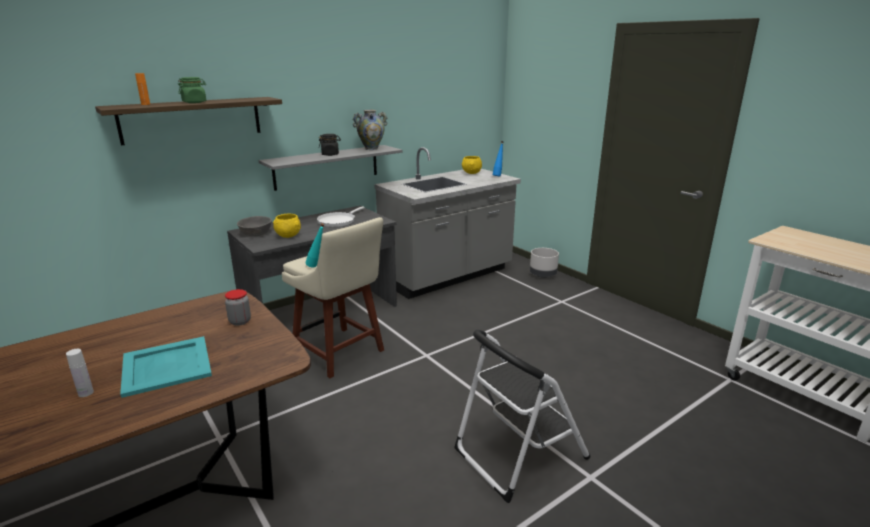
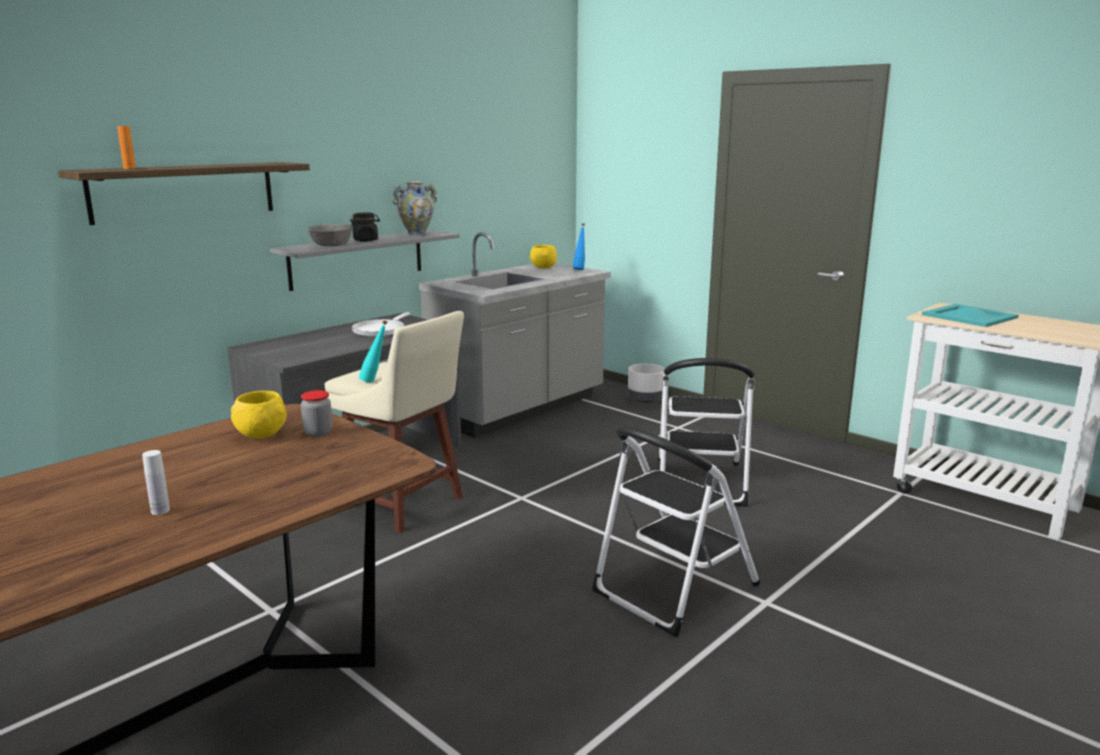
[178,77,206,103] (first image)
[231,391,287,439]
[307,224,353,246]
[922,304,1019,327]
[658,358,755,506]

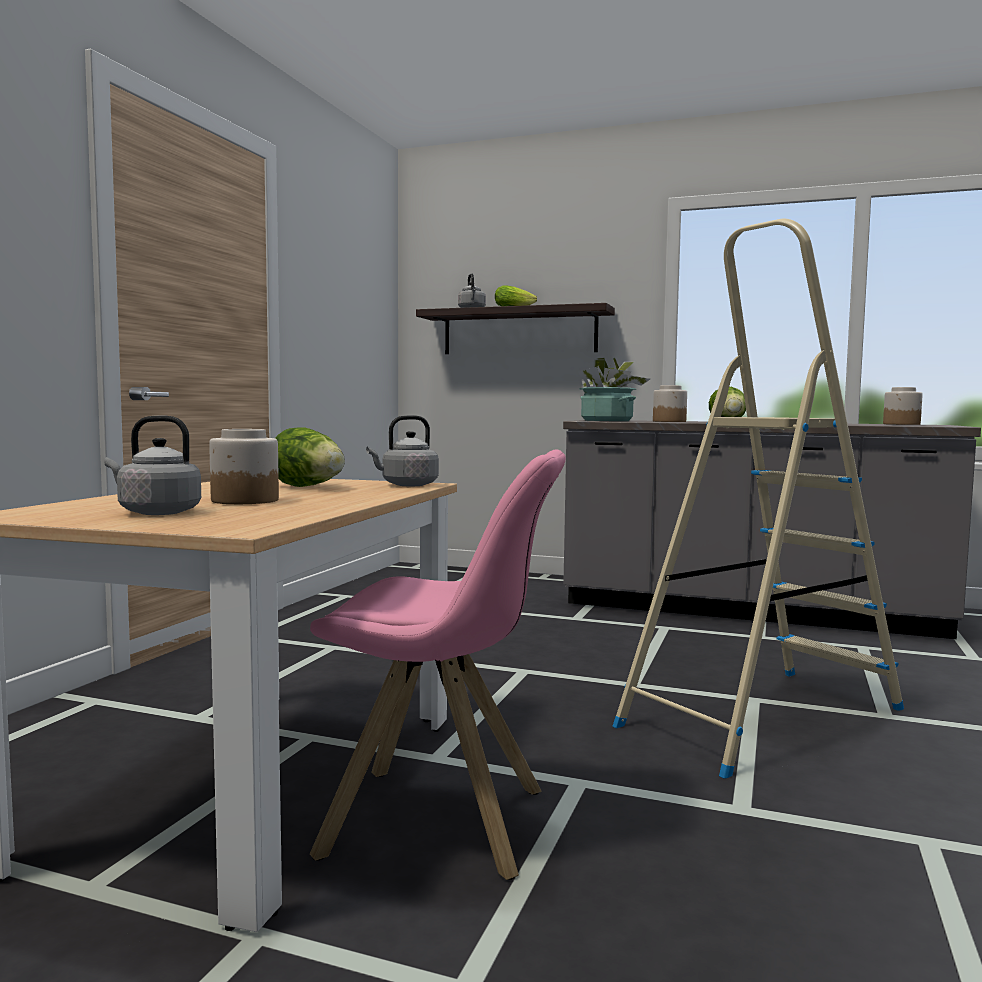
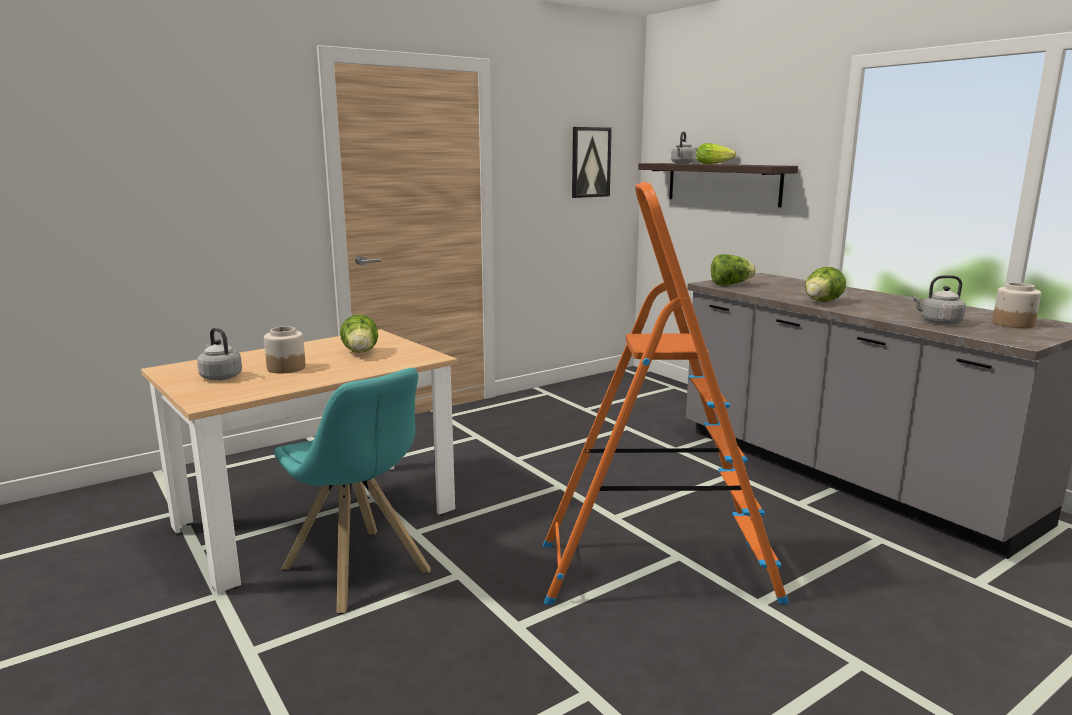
[543,182,789,605]
[711,254,756,285]
[653,385,687,422] (first image)
[911,275,966,325]
[274,368,431,614]
[572,127,612,198]

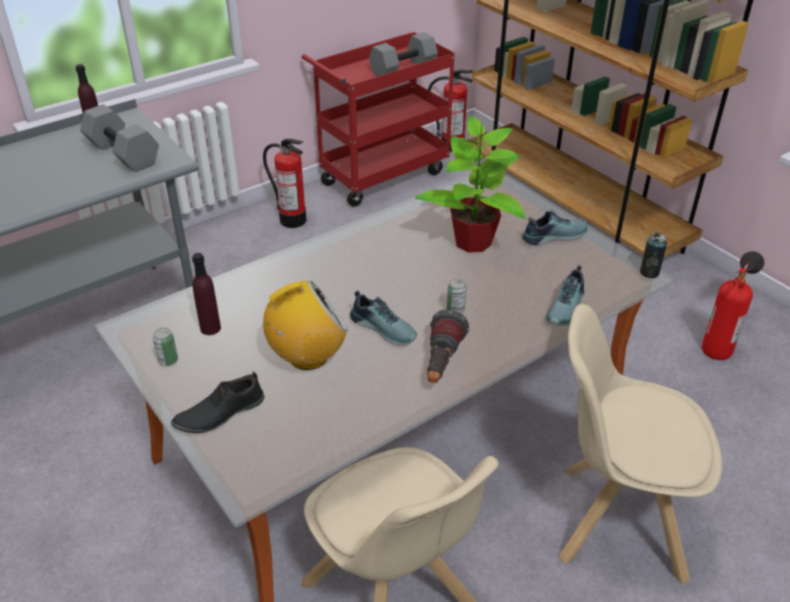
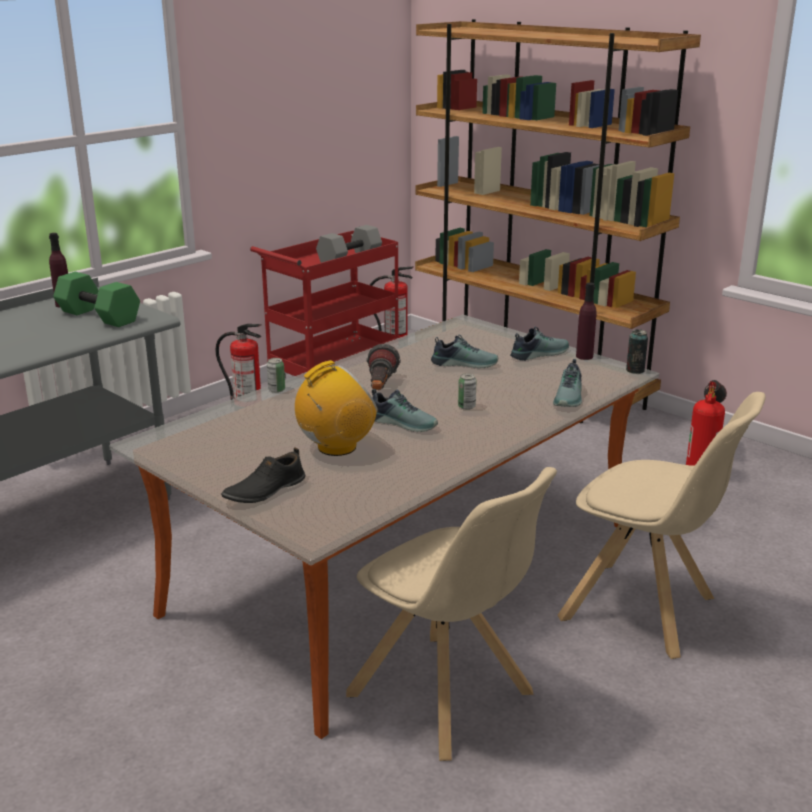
[53,272,140,327]
[431,334,498,369]
[576,283,597,360]
[557,392,766,659]
[366,344,401,390]
[267,358,285,393]

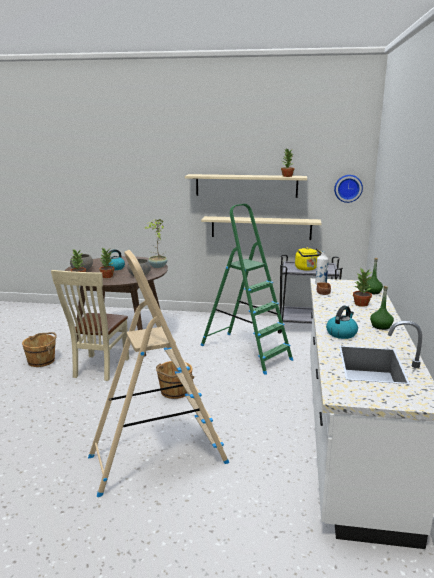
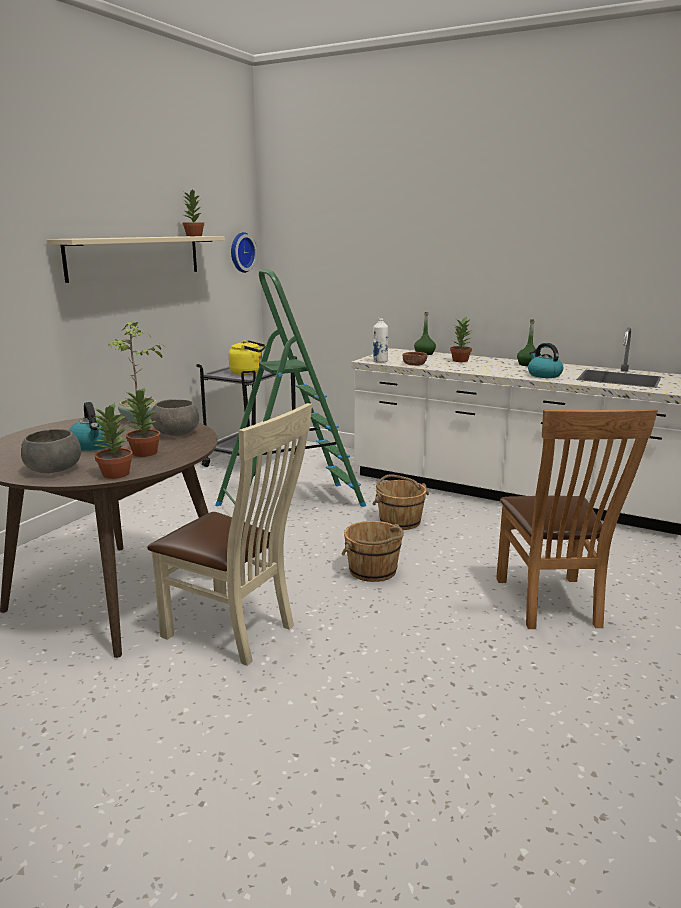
[201,216,322,240] (first image)
[496,409,658,629]
[373,474,429,530]

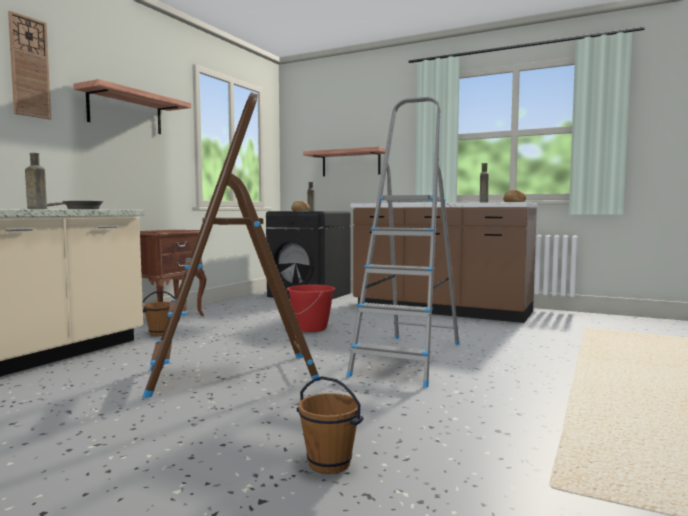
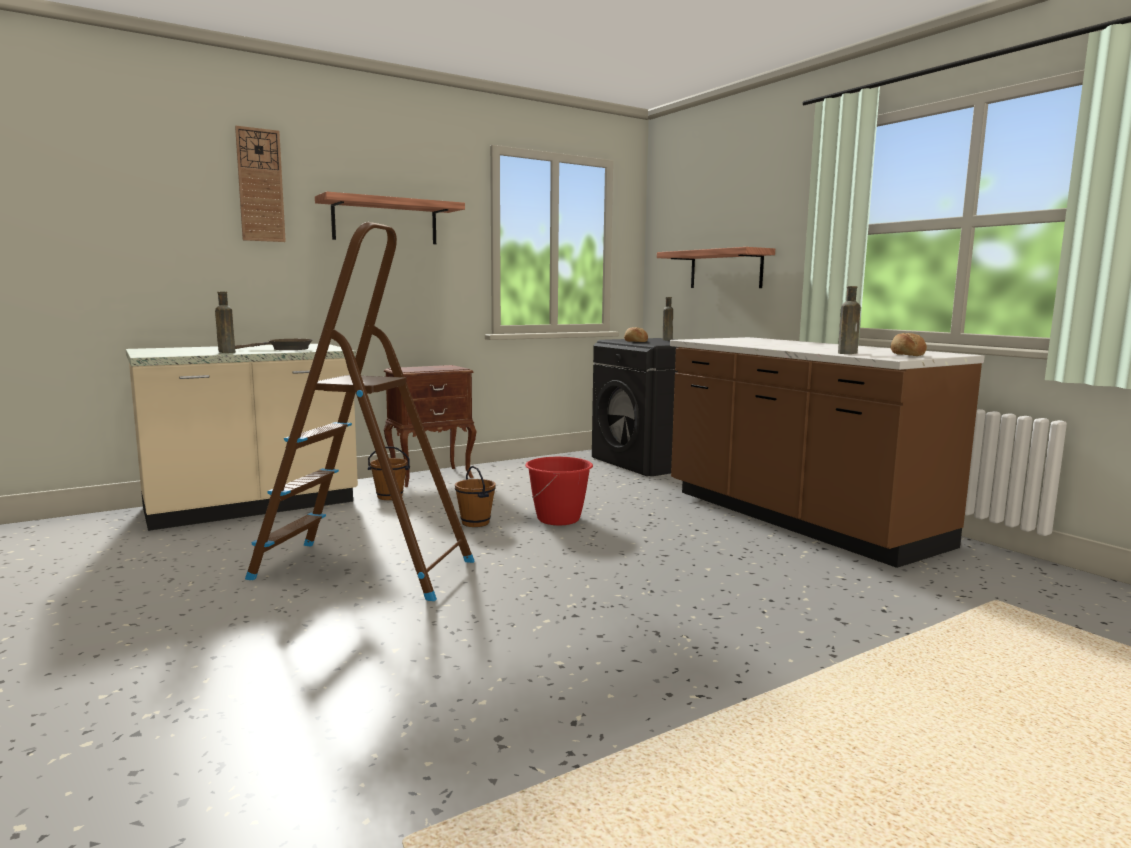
[347,97,459,388] (first image)
[455,466,496,527]

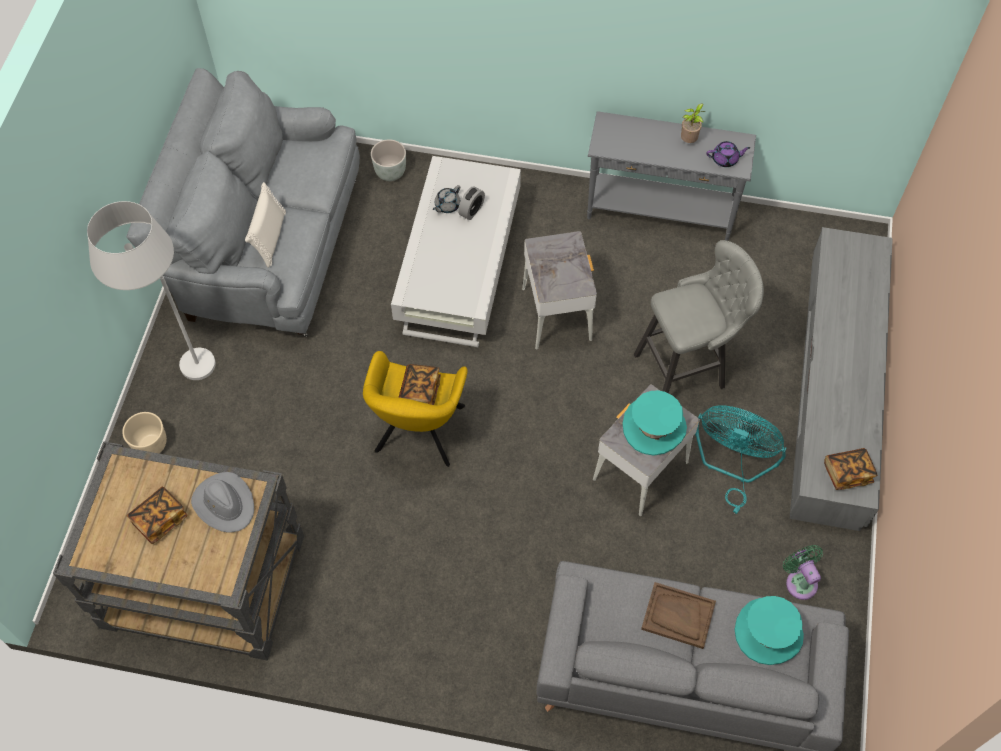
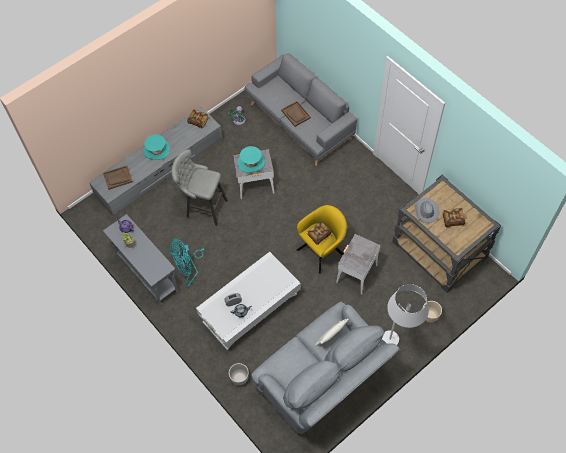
[336,234,380,295]
[169,238,205,287]
[144,134,170,160]
[103,166,133,190]

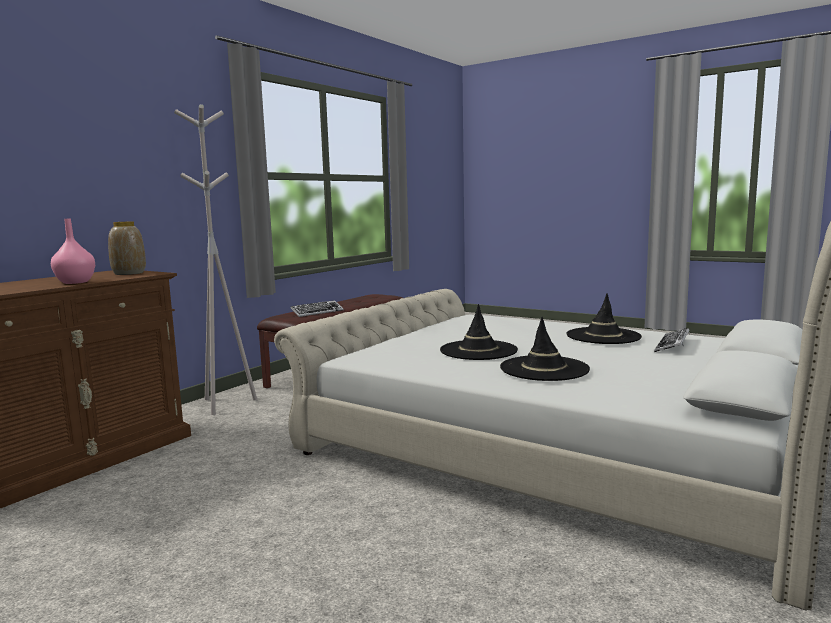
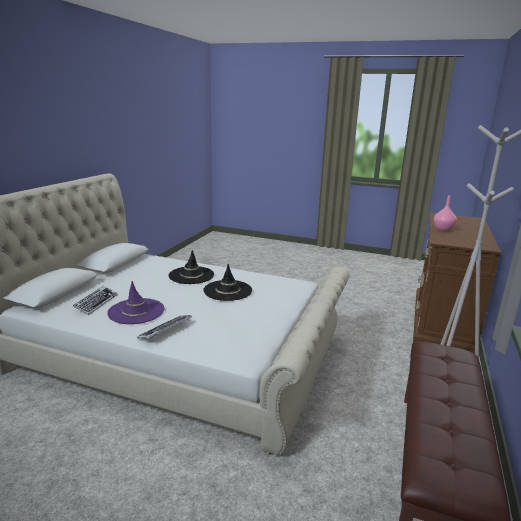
[108,221,146,275] (first image)
[107,281,164,324]
[137,315,192,339]

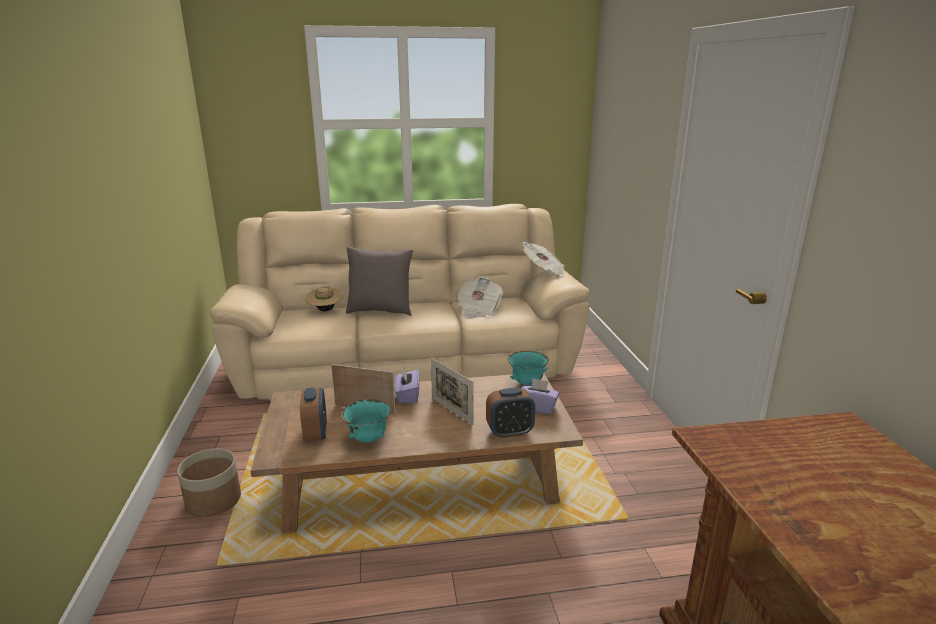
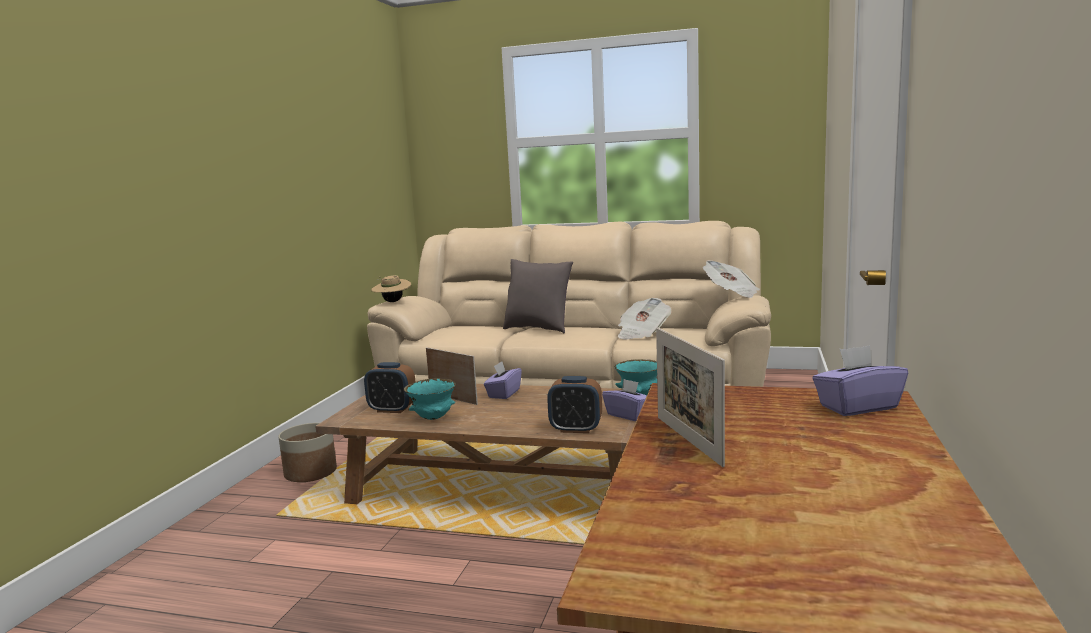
[371,275,411,302]
[656,327,725,467]
[364,362,415,413]
[812,345,908,416]

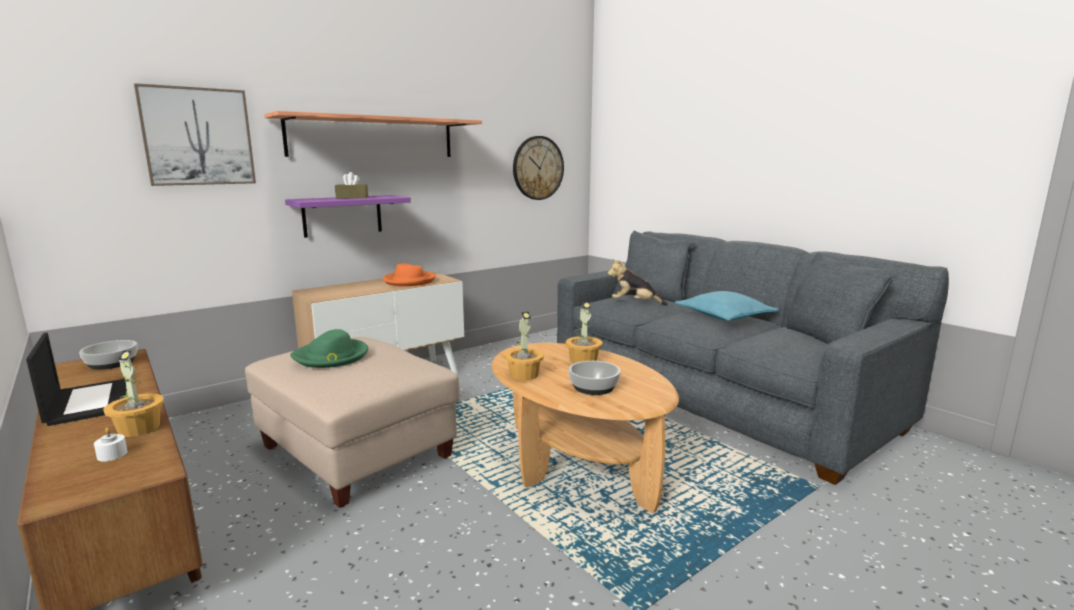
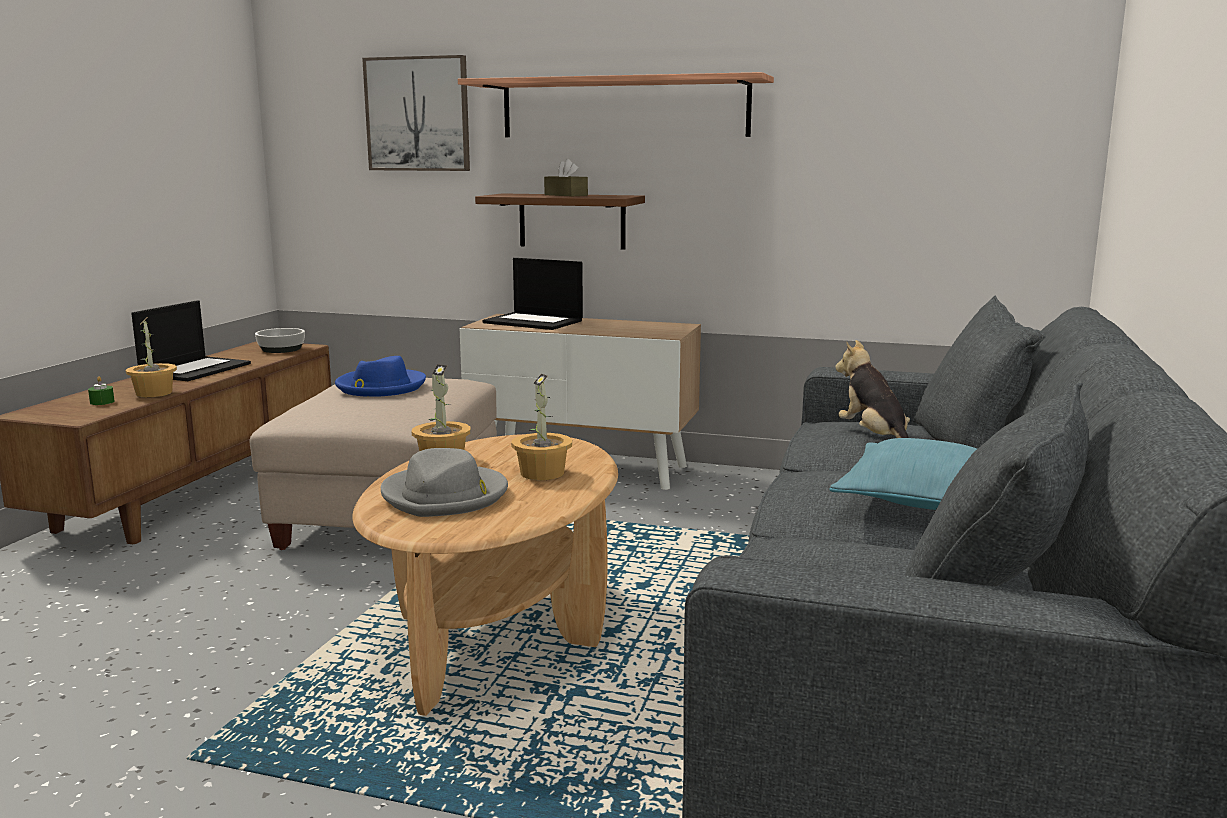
[513,136,564,200] (first image)
[475,193,645,249]
[382,263,436,286] (first image)
[335,356,426,397]
[381,448,508,517]
[88,376,115,405]
[482,258,583,330]

